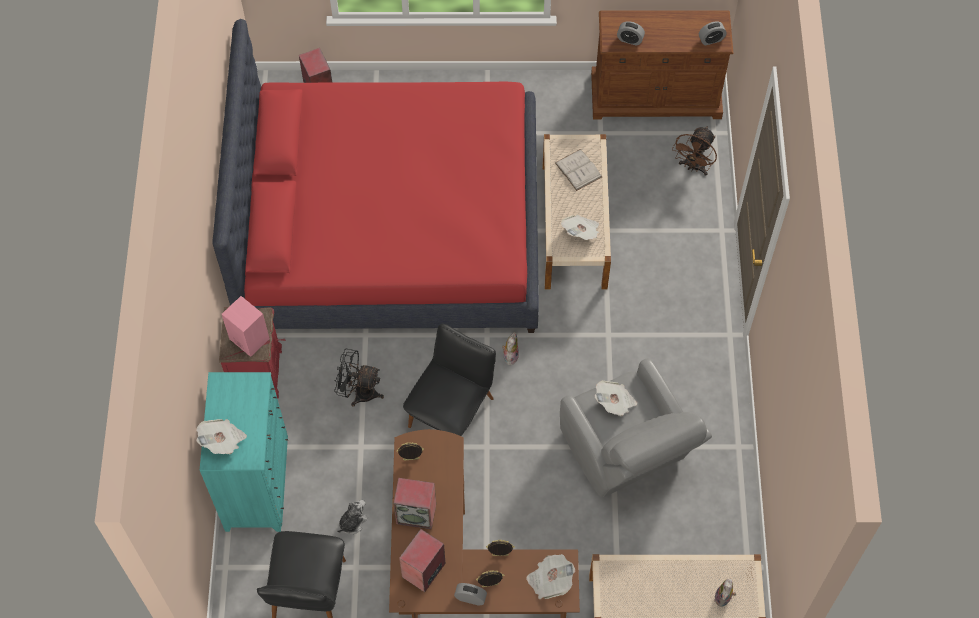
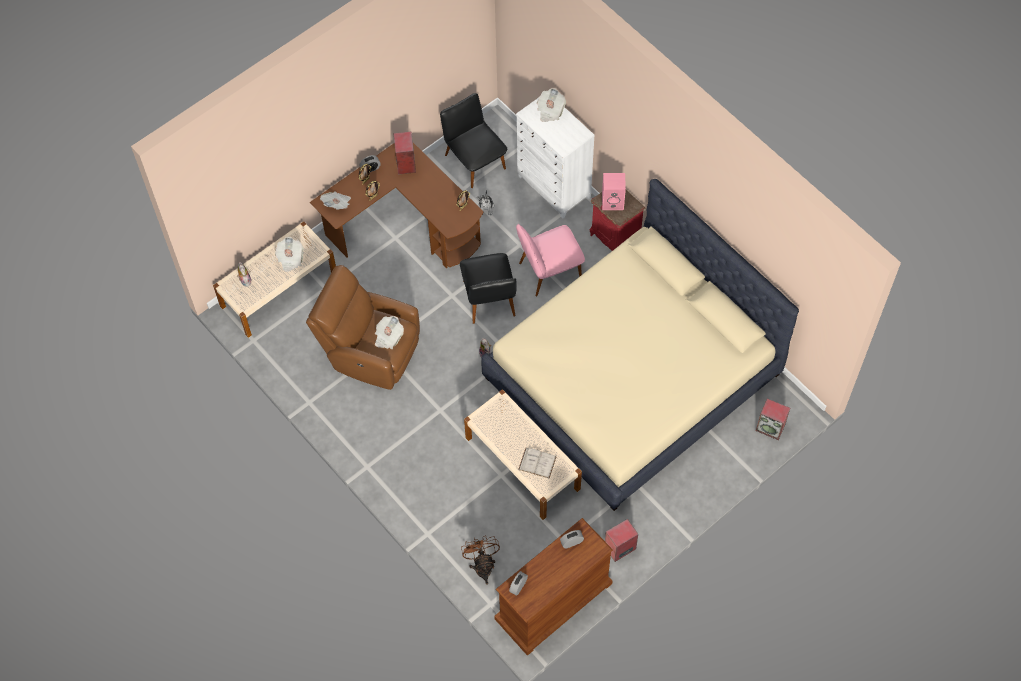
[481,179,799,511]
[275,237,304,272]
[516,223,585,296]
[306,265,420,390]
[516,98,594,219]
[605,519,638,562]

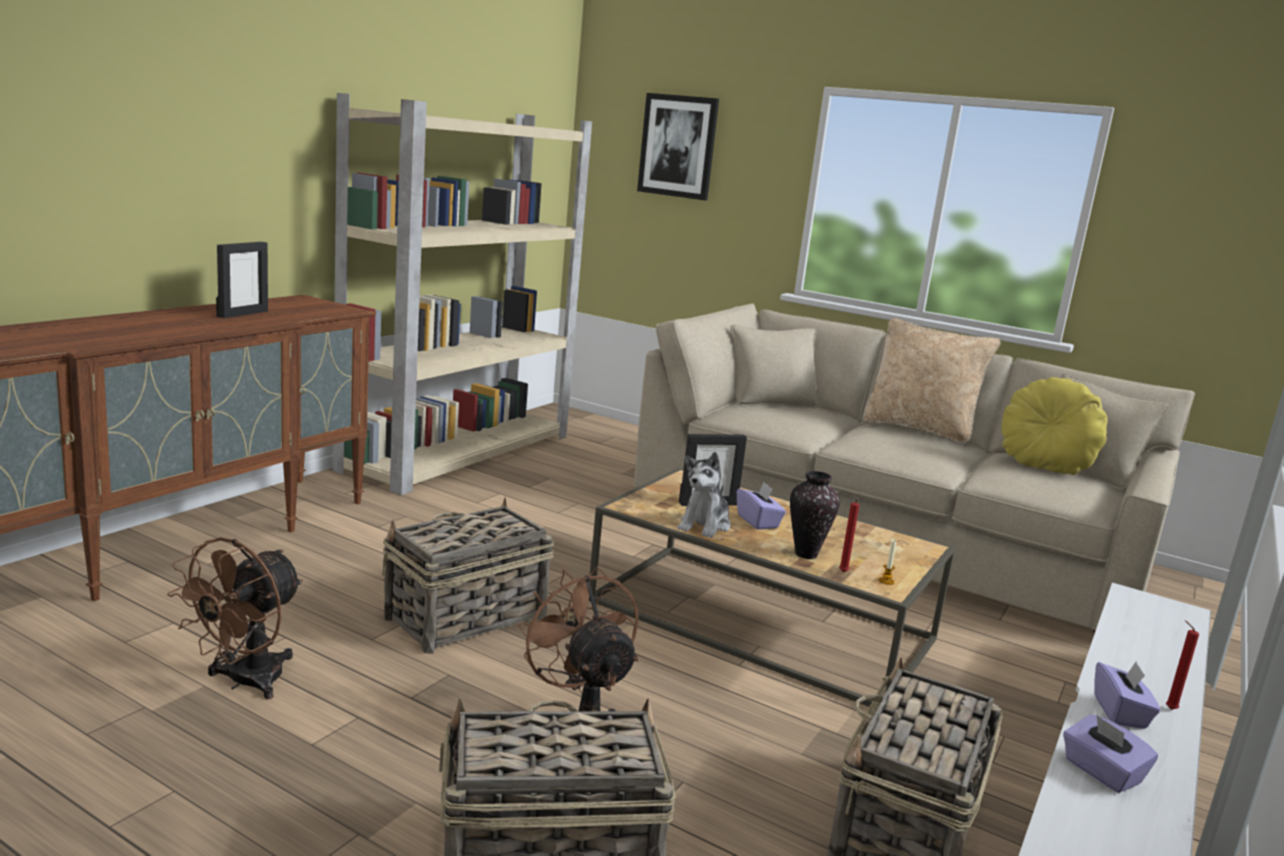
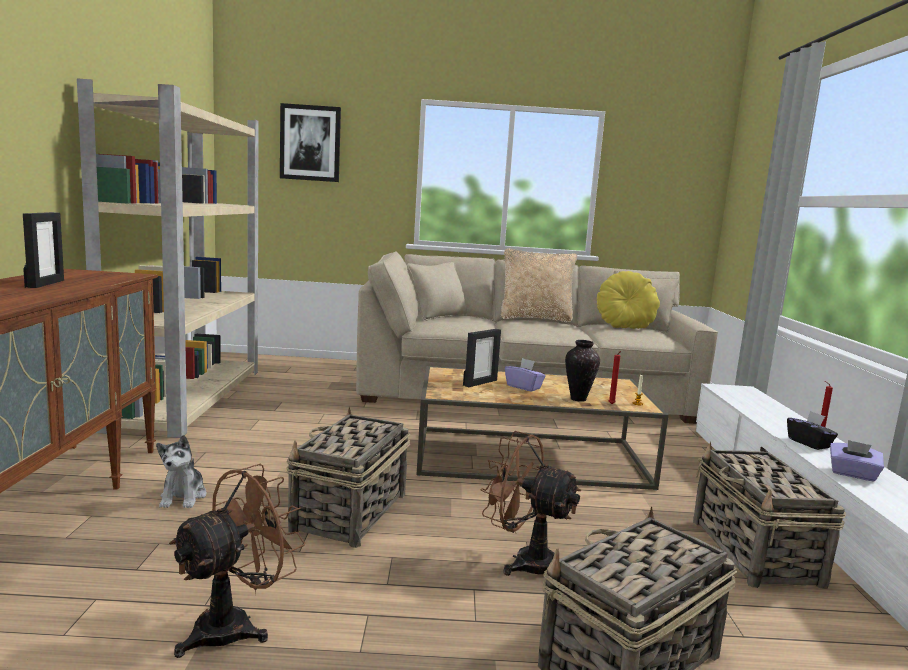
[156,435,207,508]
[169,464,306,658]
[787,411,838,450]

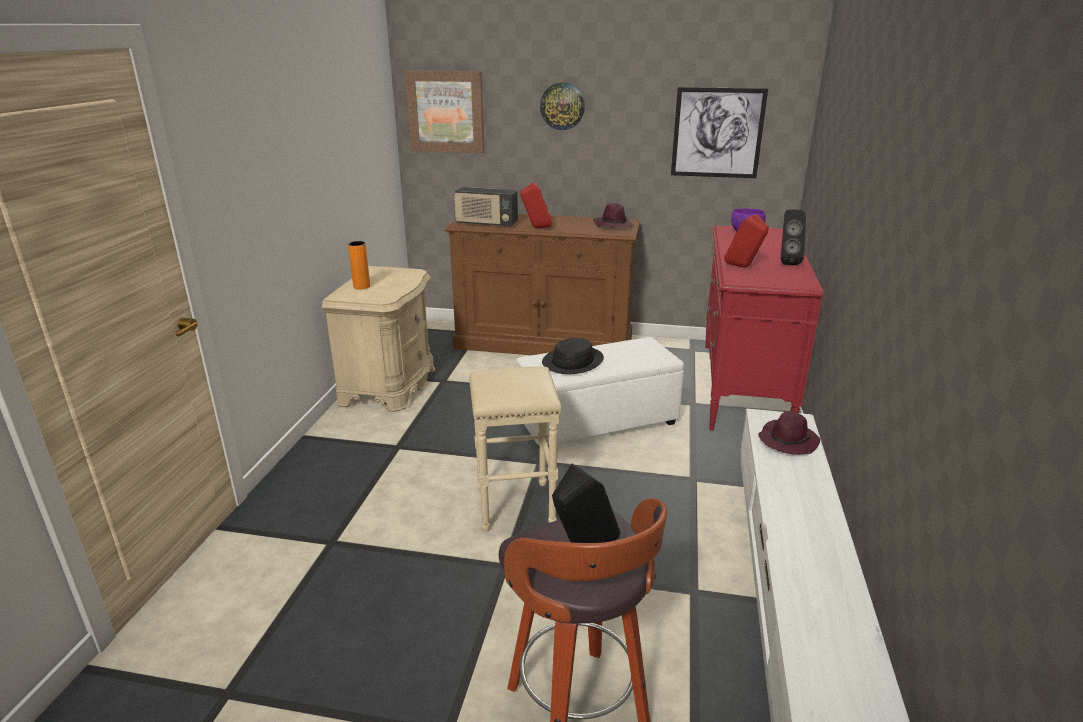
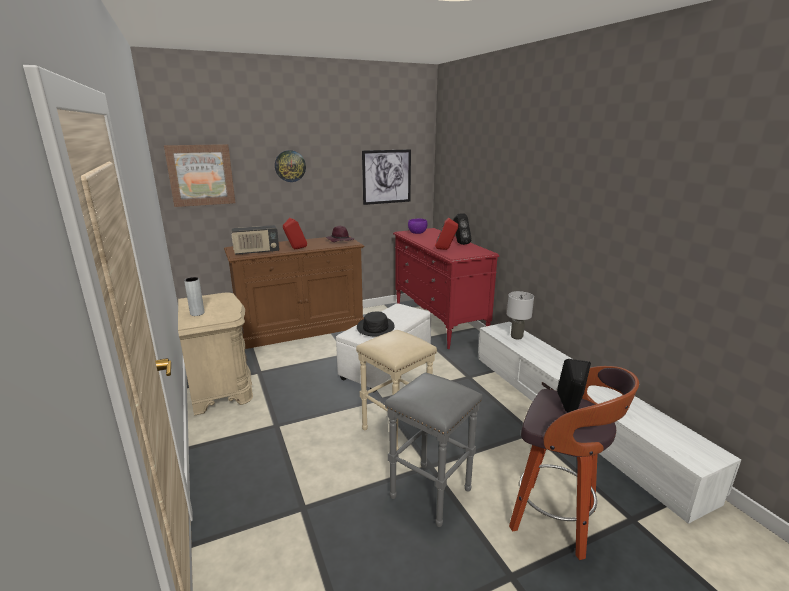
[184,277,205,316]
[507,291,534,339]
[385,372,483,527]

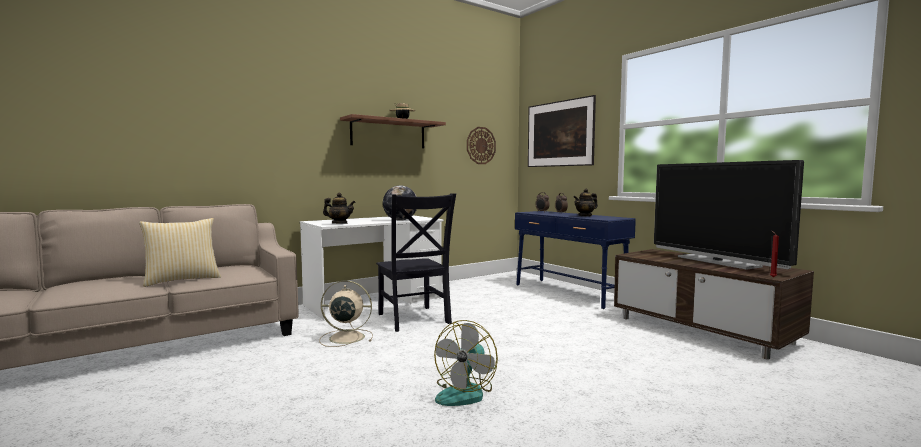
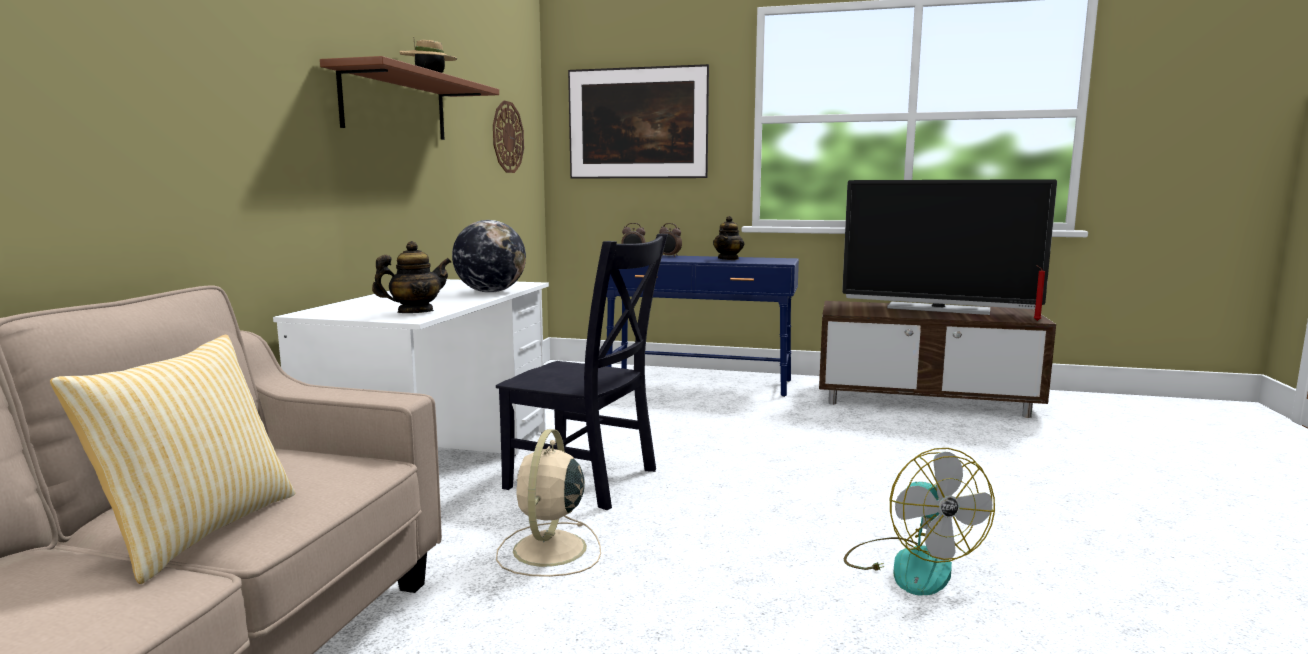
[496,429,601,577]

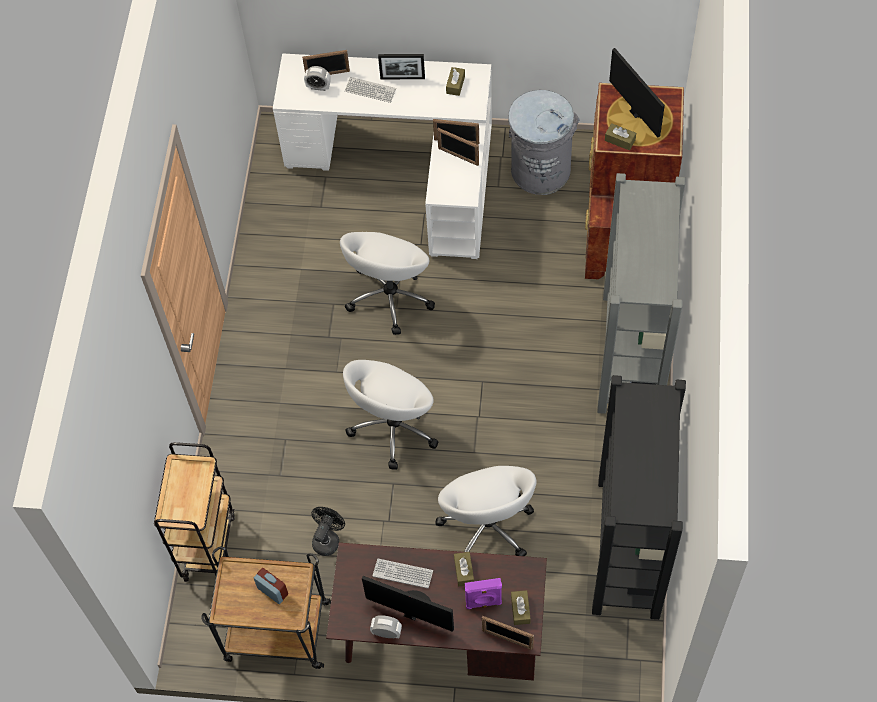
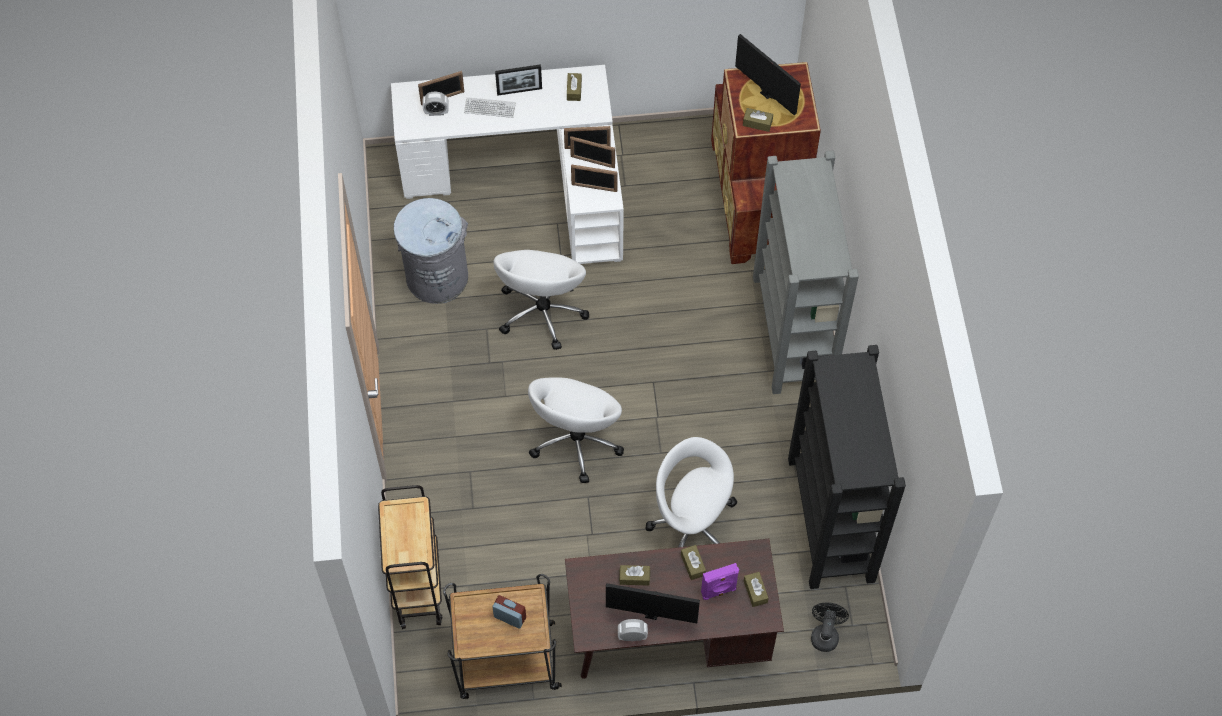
[394,198,468,304]
[646,437,737,548]
[811,602,849,652]
[619,565,650,586]
[571,164,618,192]

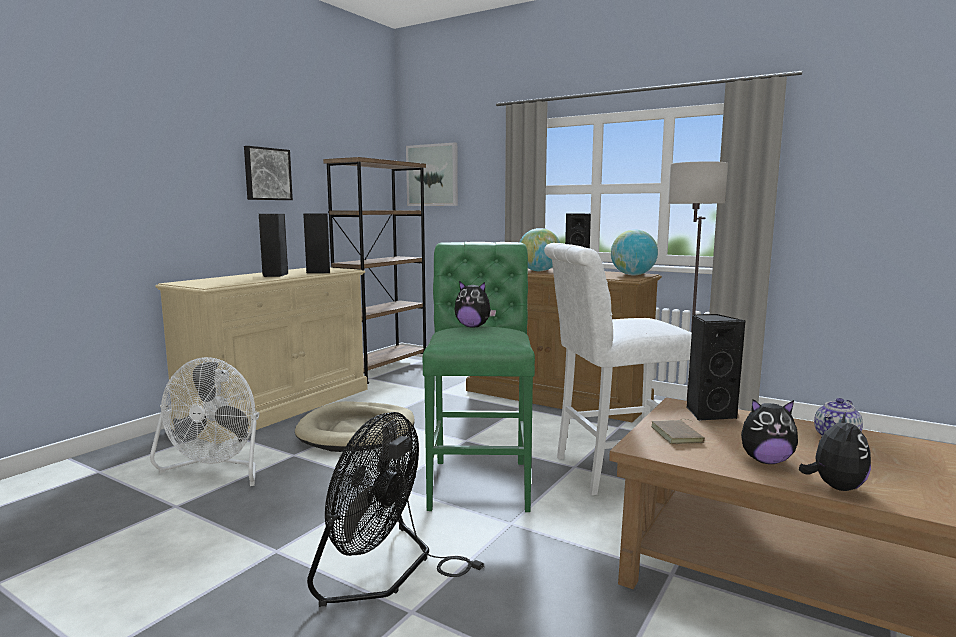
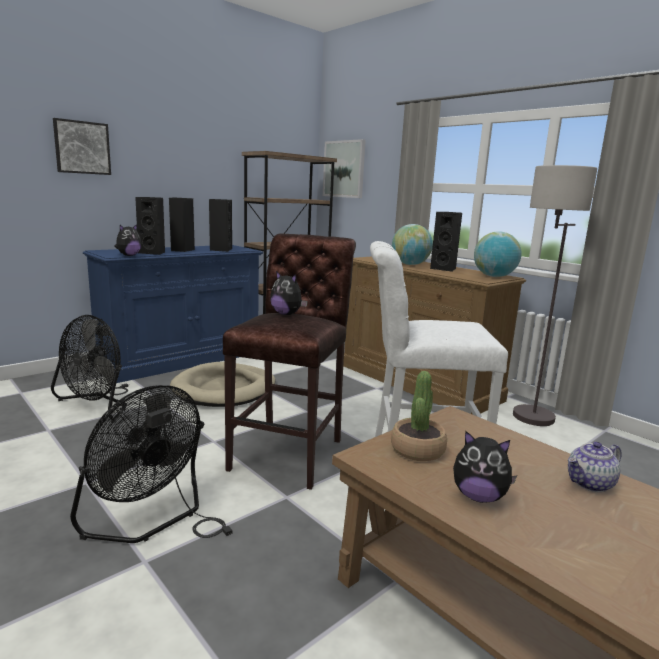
[53,118,111,175]
[223,233,356,490]
[83,245,263,383]
[135,197,165,255]
[51,315,128,423]
[114,224,142,256]
[391,371,447,461]

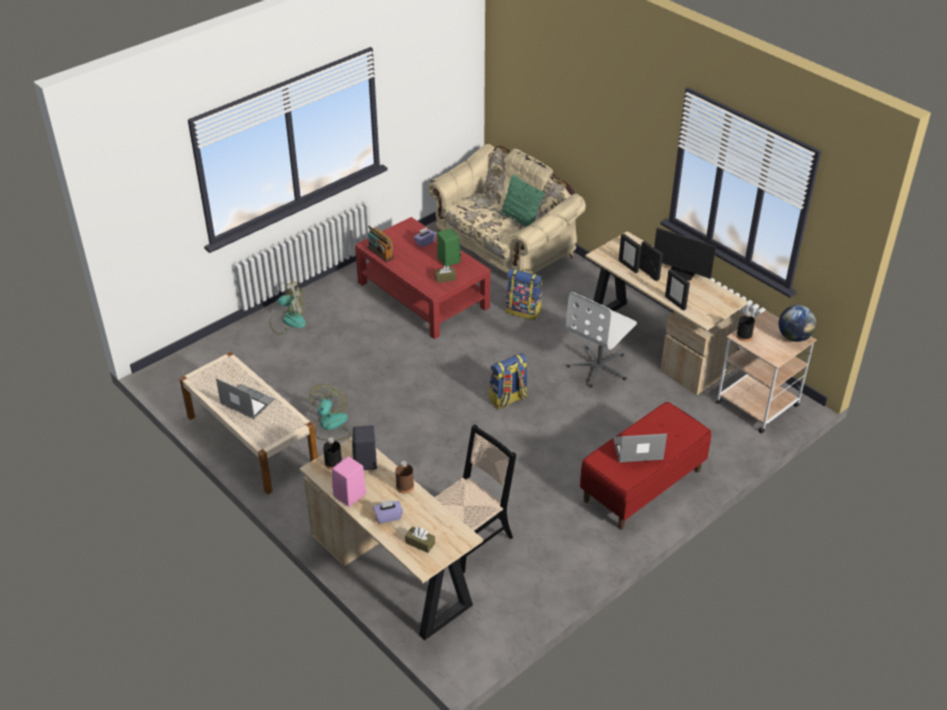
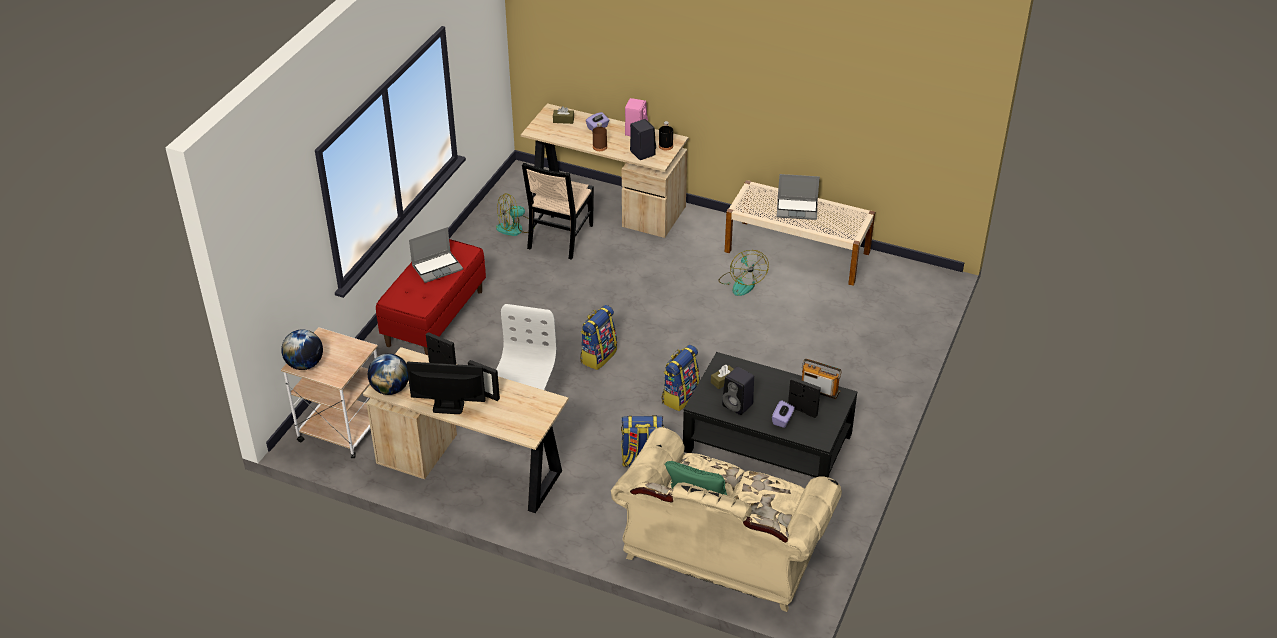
[683,352,857,478]
[722,367,754,415]
[788,377,821,418]
[496,193,535,236]
[736,311,755,342] (first image)
[662,345,700,411]
[368,354,409,395]

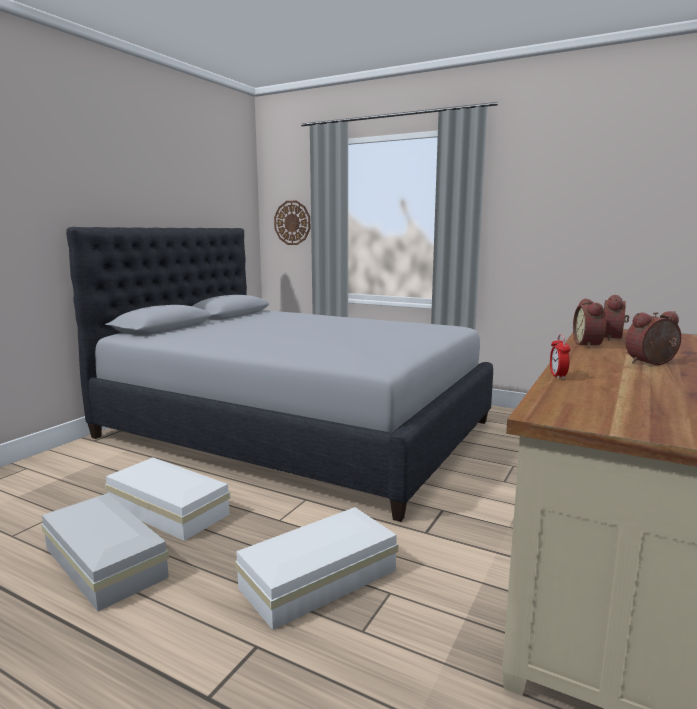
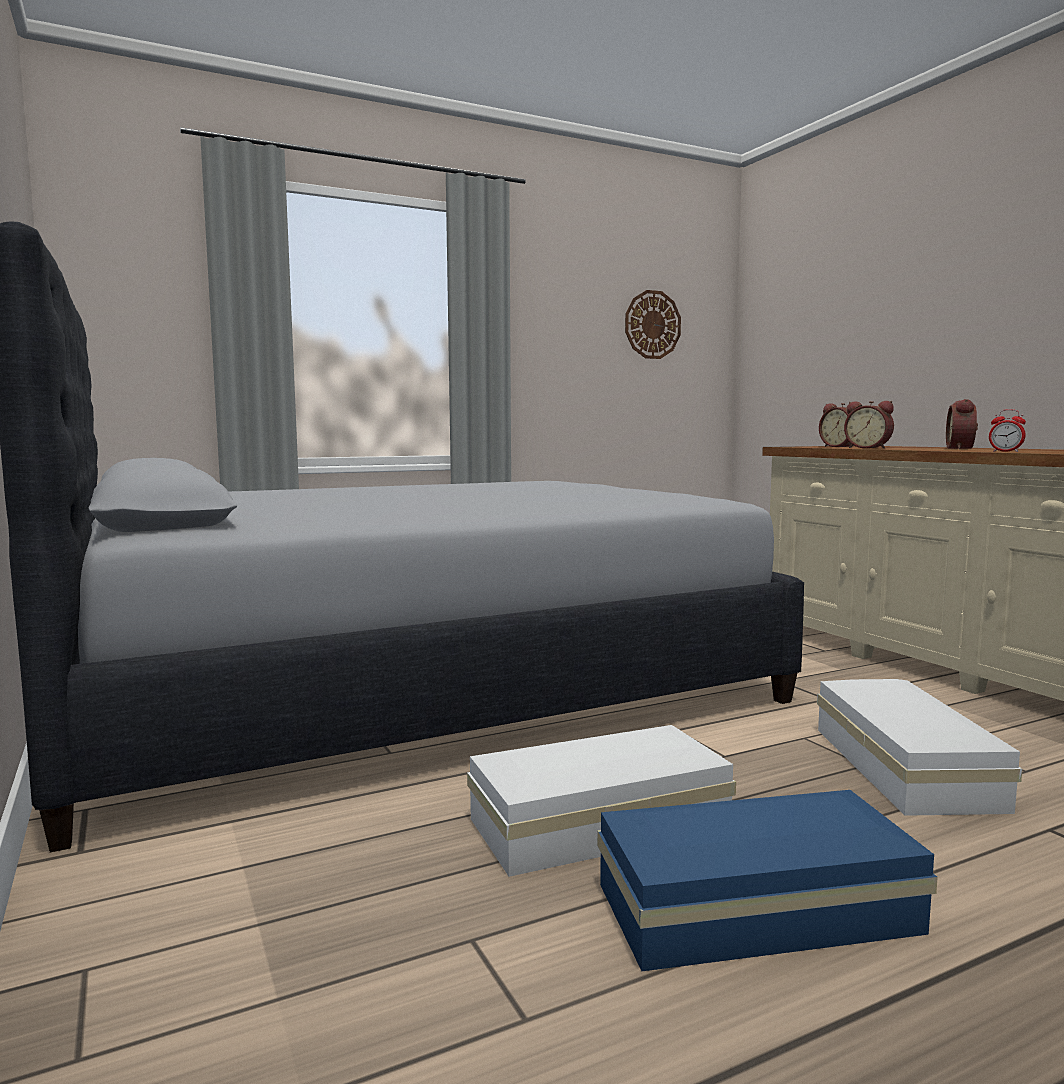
[625,290,681,359]
[597,790,938,971]

